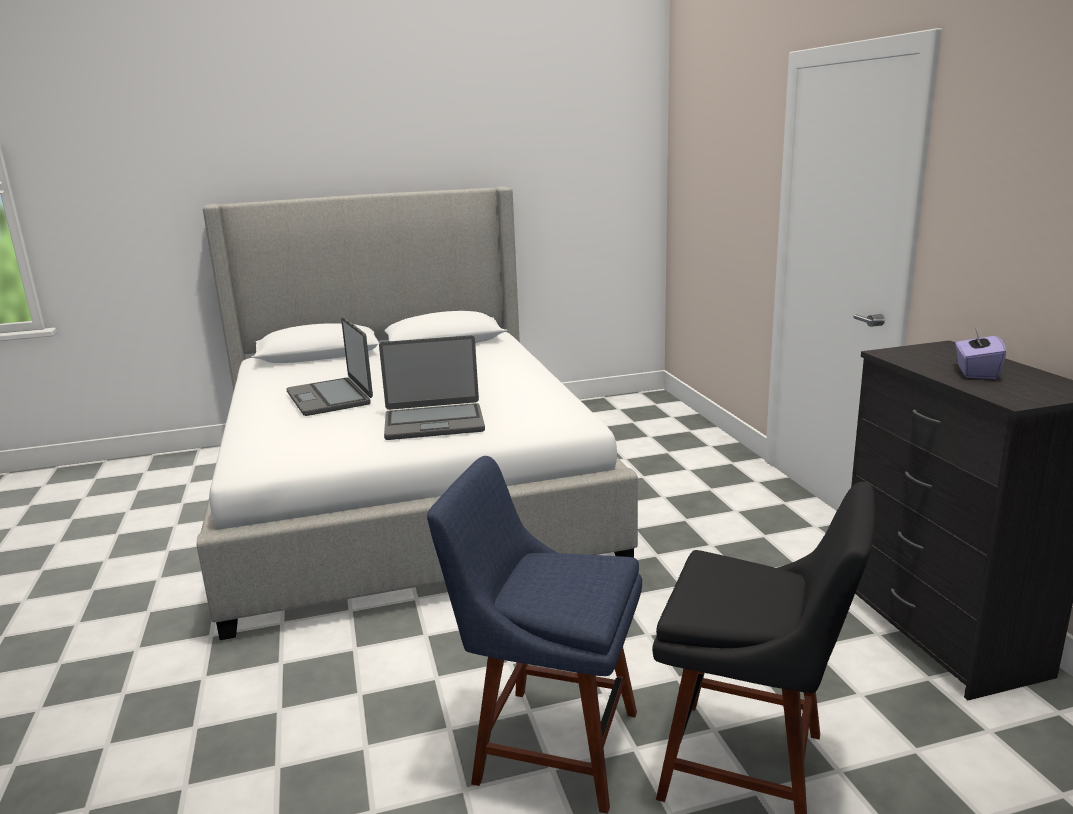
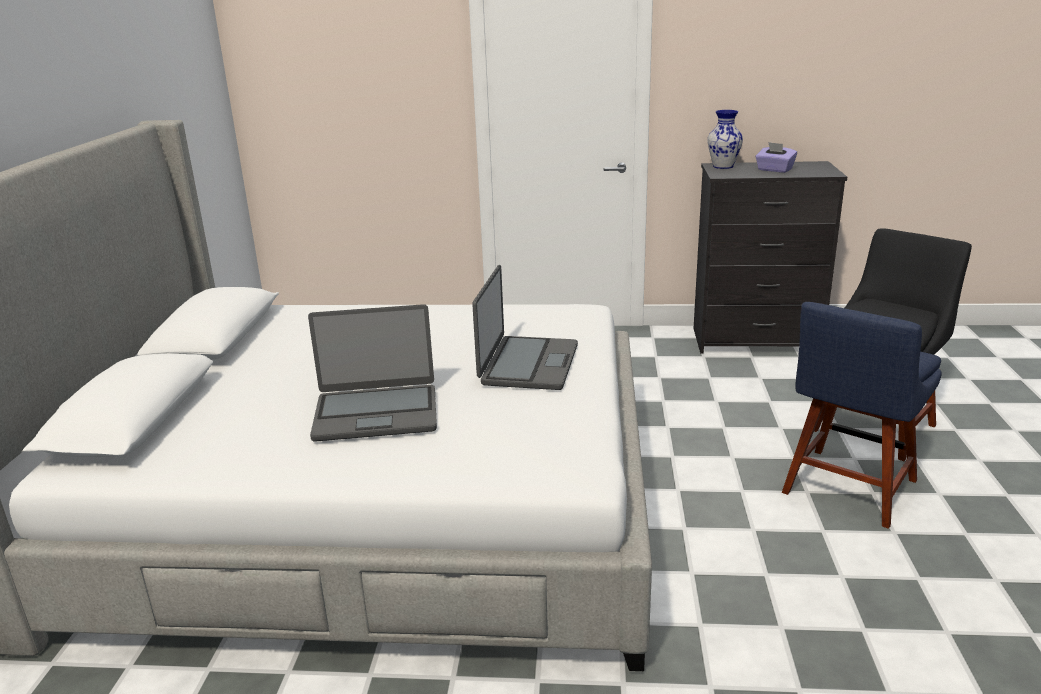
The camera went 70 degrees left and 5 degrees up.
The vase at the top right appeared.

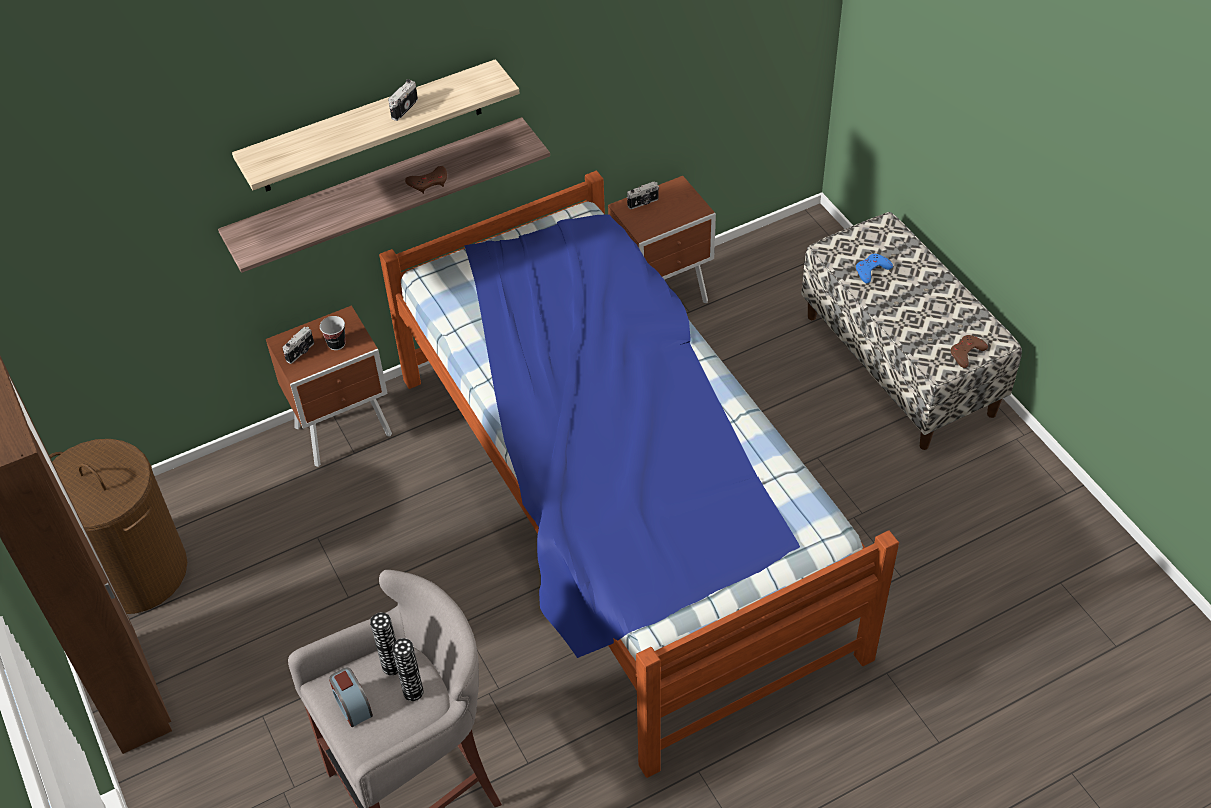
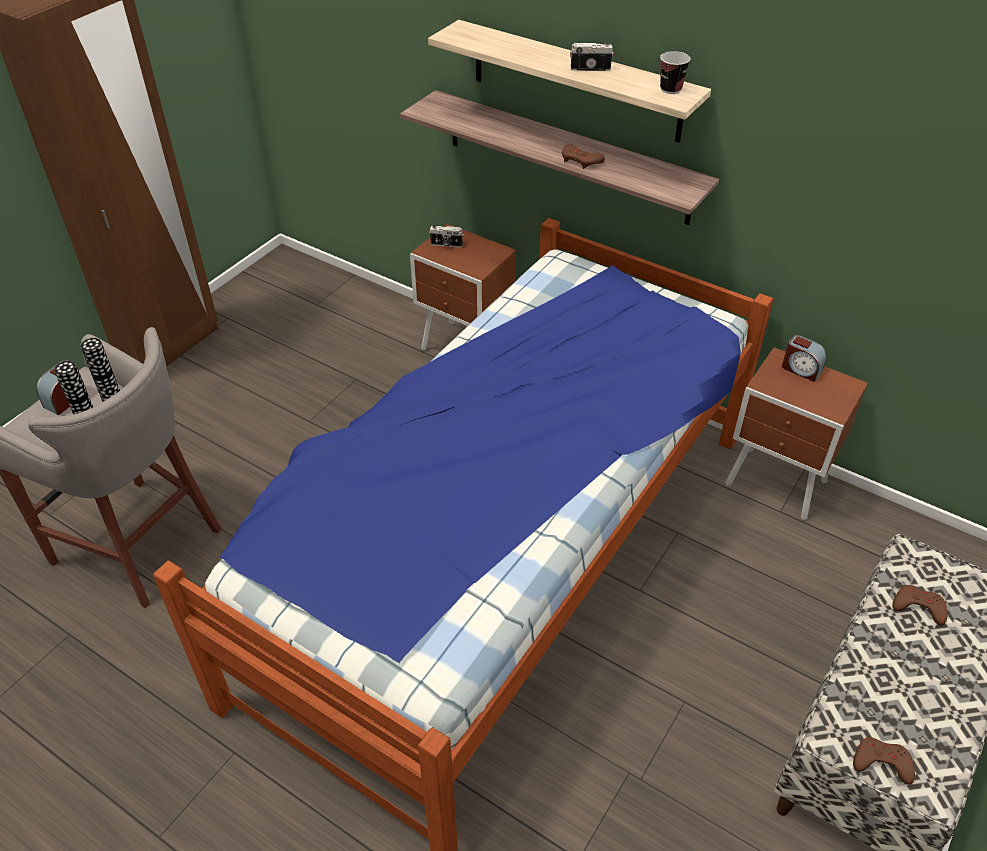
The camera went 60 degrees right and 5 degrees down.
The washing basket/brown-coloured at the middle left disappeared.
The cup moved from the middle left to the top right.
The photo camera (no. 3 from left) at the top centre was replaced by the alarm clock (no. 2 from left) at the middle right.
The joypad/blue-coloured at the top right became the joypad/brown-coloured (no. 3 from left) at the bottom right.

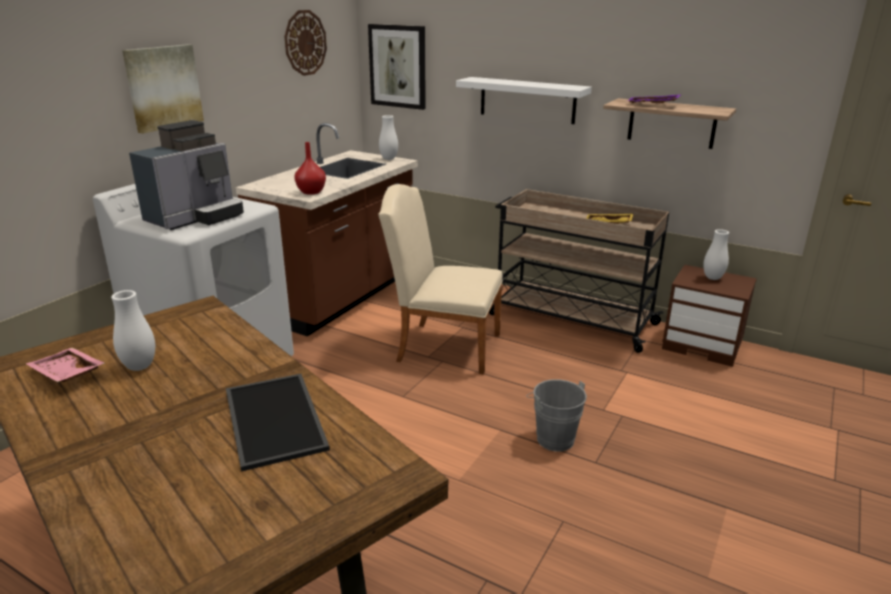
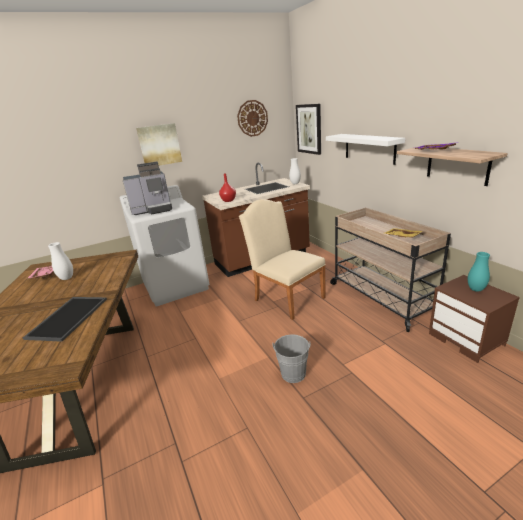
The camera went 35 degrees right and 0 degrees up.
The vase/white-coloured (no. 3 from left) at the middle right became the vase/blue-green at the middle right.

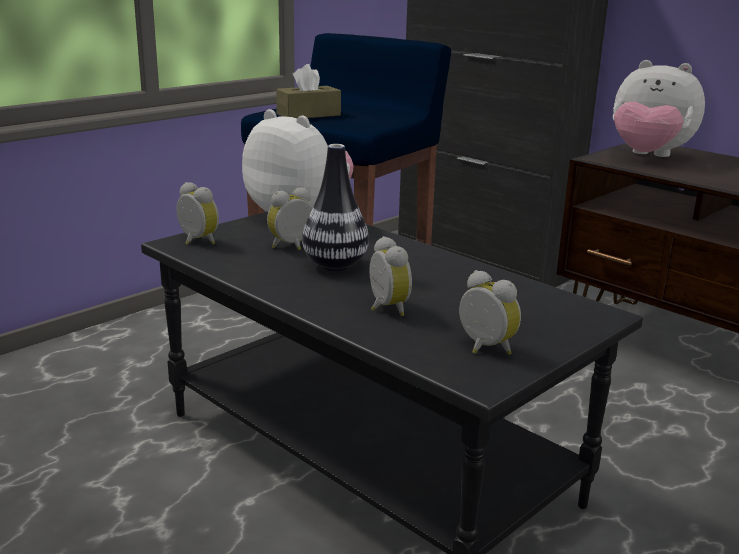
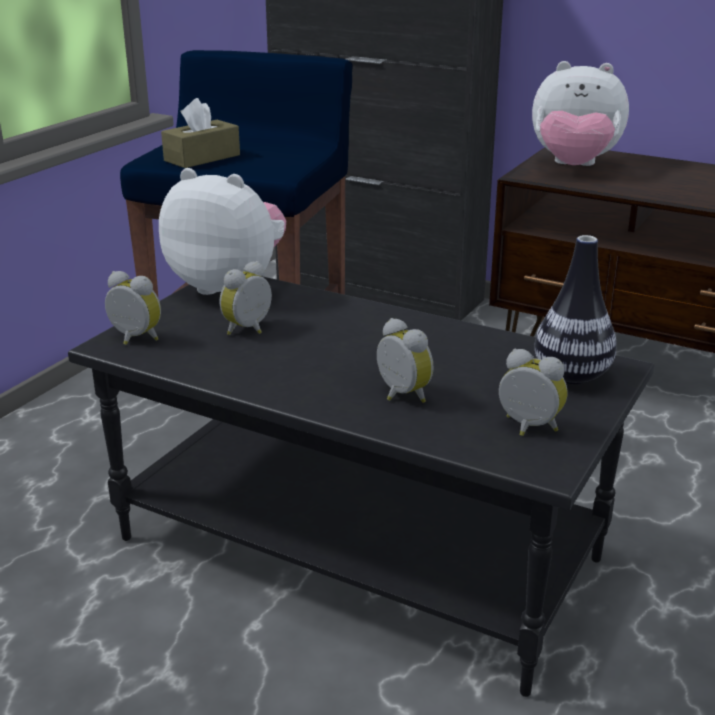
The camera went 15 degrees left and 5 degrees up.
The vase moved from the centre to the middle right.

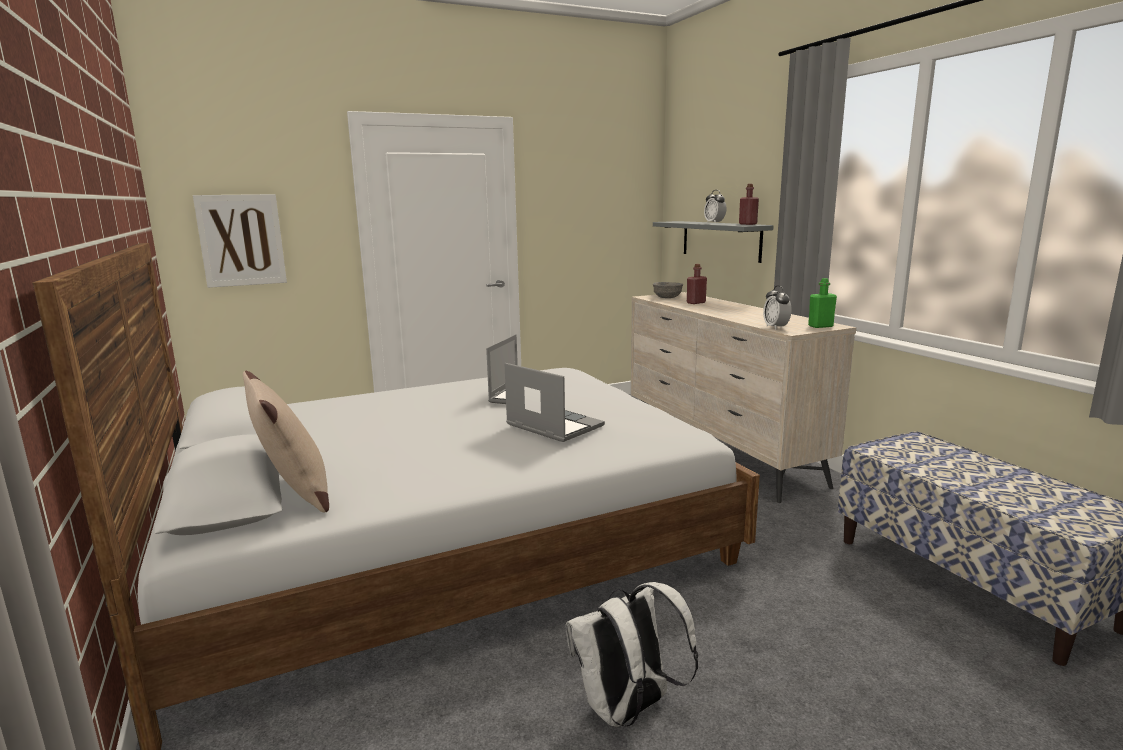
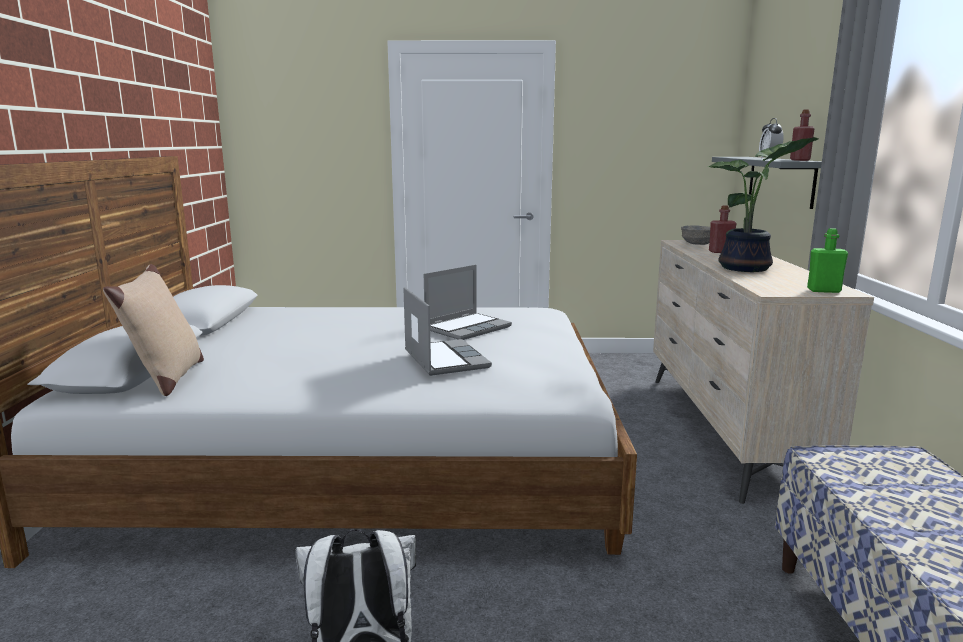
The camera went 25 degrees right and 0 degrees up.
The wall picture at the top left disappeared.
The alarm clock (no. 2 from left) at the middle right disappeared.
The plant in a pot at the top right appeared.

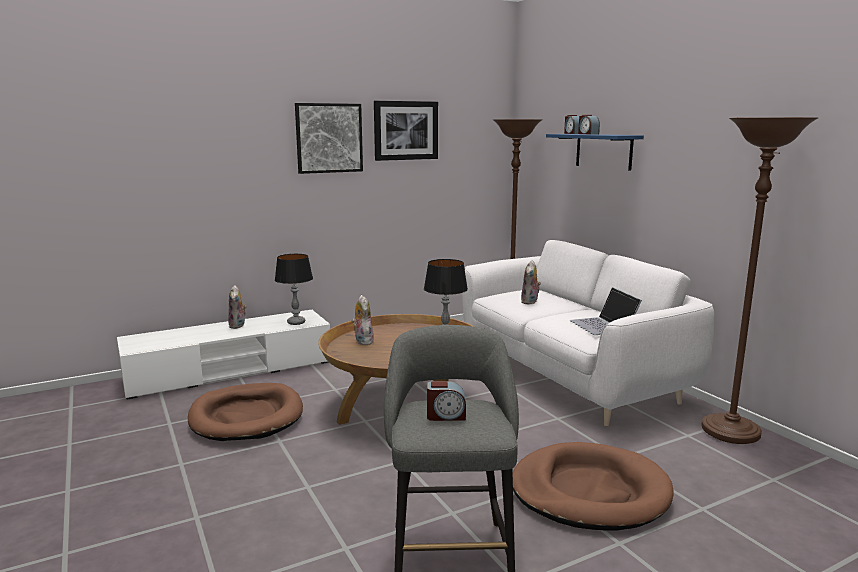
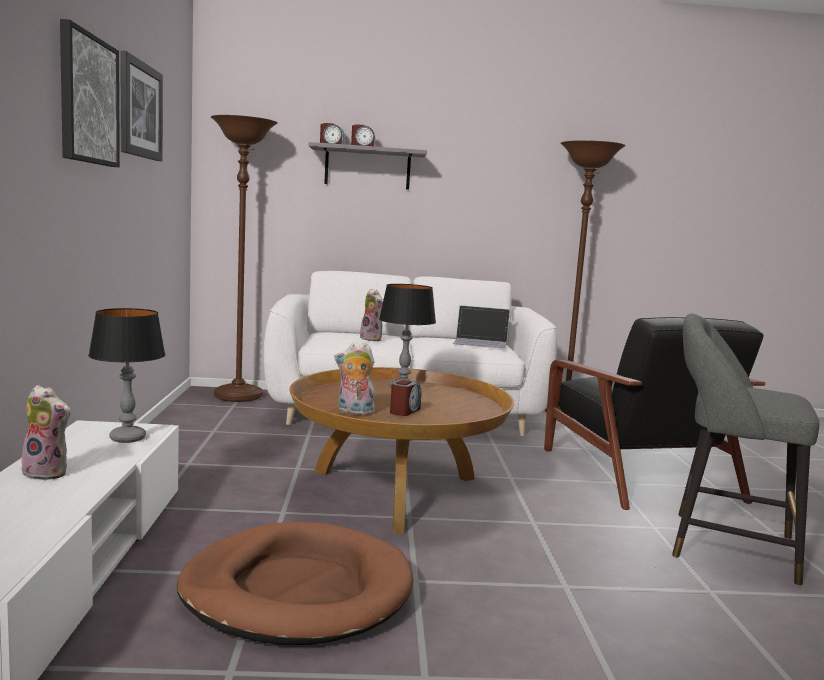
The camera went 65 degrees left and 5 degrees down.
The alarm clock (no. 1 from left in the first image) moved from the bottom centre to the centre.
The pet bed/brown-coloured (no. 2 from left) at the bottom right was replaced by the lounge chair/black-coloured at the middle right.
The bracket shelf/blue-coloured at the top right became the bracket shelf/grey at the top centre.

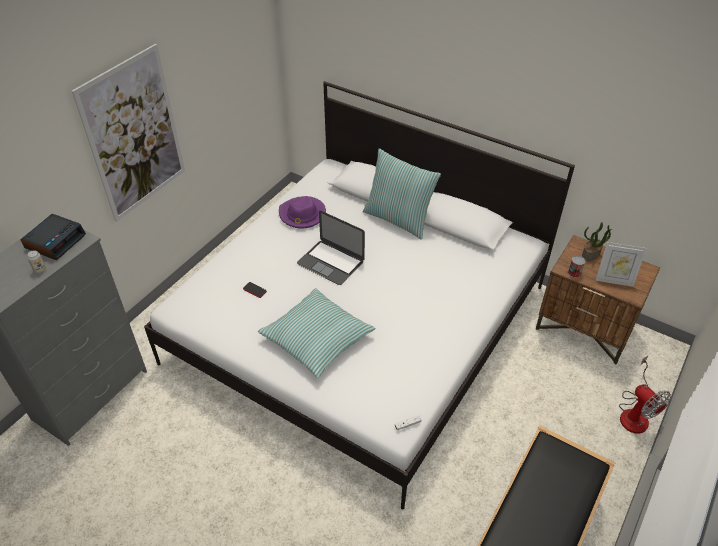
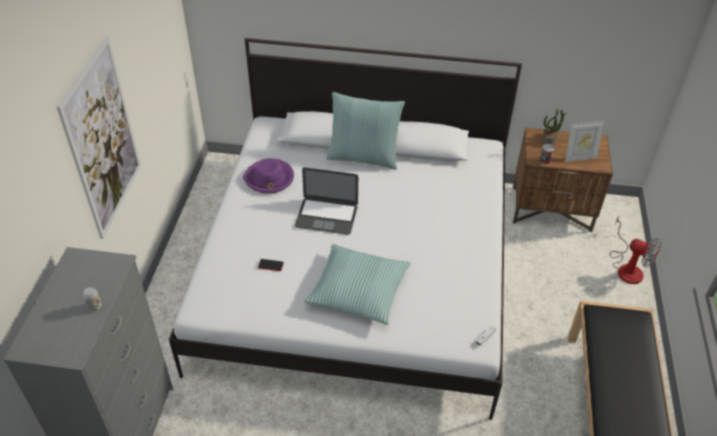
The camera went 25 degrees left and 0 degrees up.
The alarm clock at the middle left disappeared.

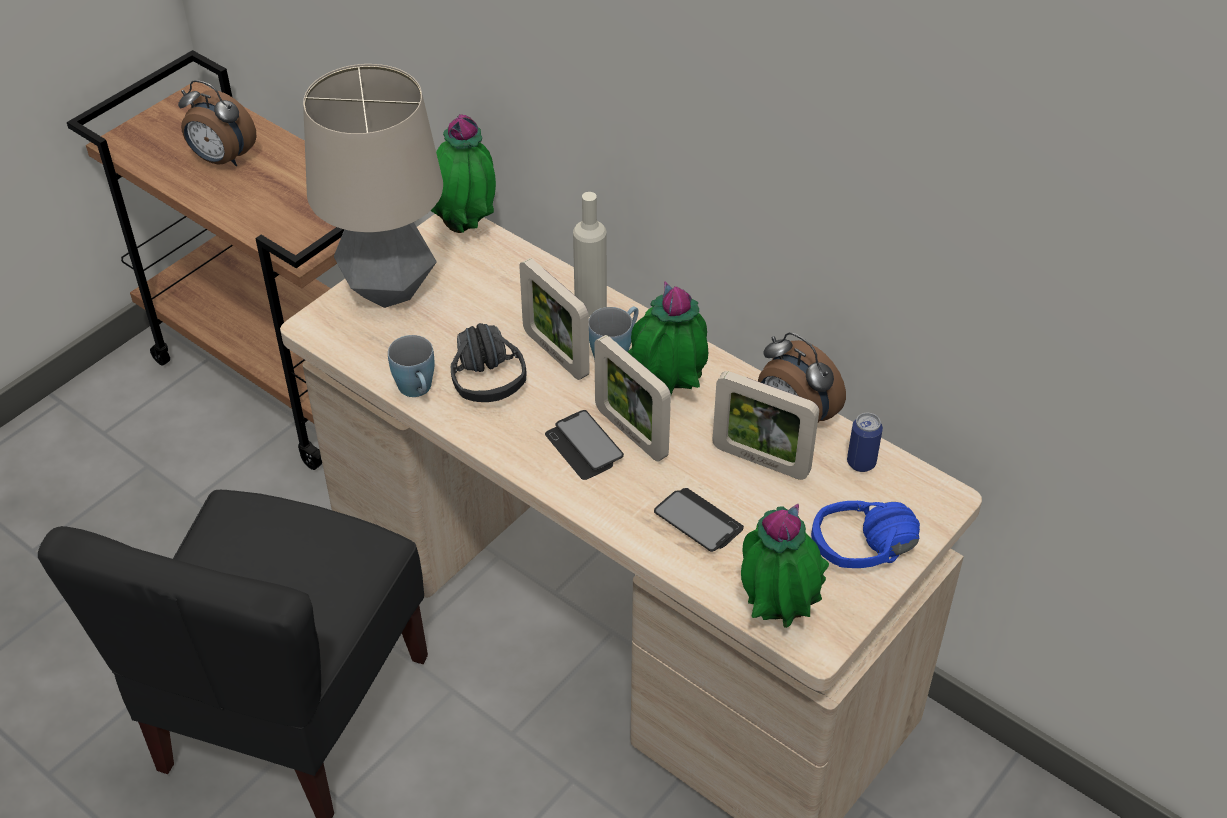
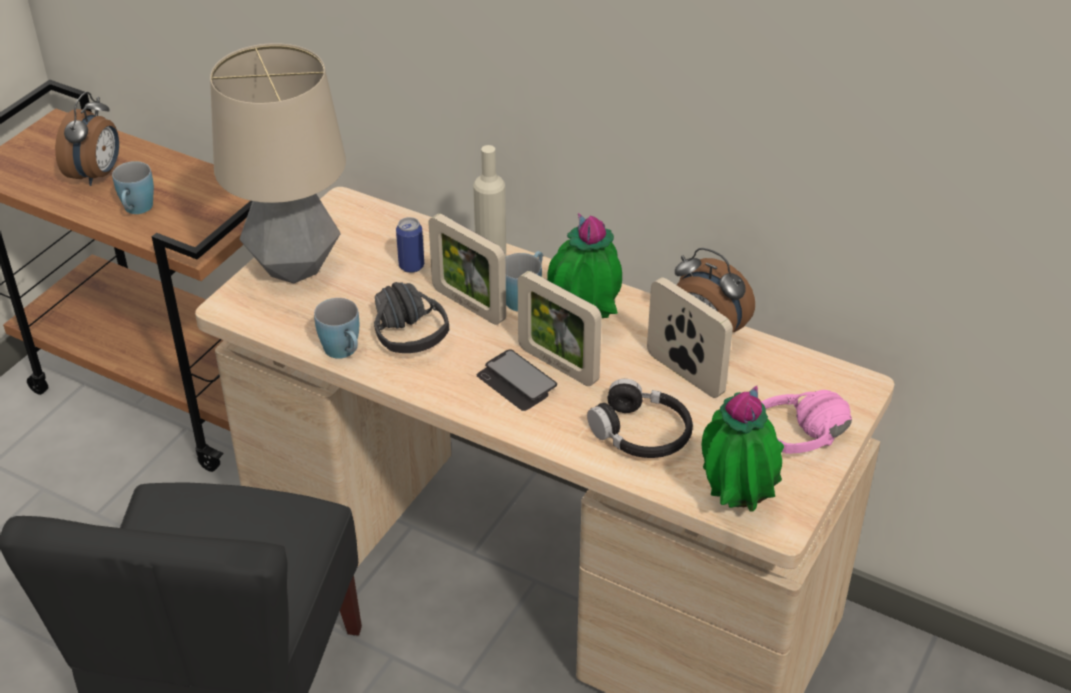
The camera went 10 degrees left and 5 degrees down.
The alarm clock (no. 1 from left) at the top left turned 90 degrees counterclockwise.
The plant in a pot (no. 1 from left) at the top centre disappeared.
The telephone (no. 2 from left) at the centre was replaced by the headphones/black-coloured (no. 2 from left) at the centre.
The standing frame (no. 3 from left) at the centre turned 150 degrees counterclockwise.
The headphones/blue-coloured at the middle right became the headphones/pink at the middle right.
The can moved from the middle right to the centre.
The mug/blue-coloured (no. 1 from left) at the top left appeared.

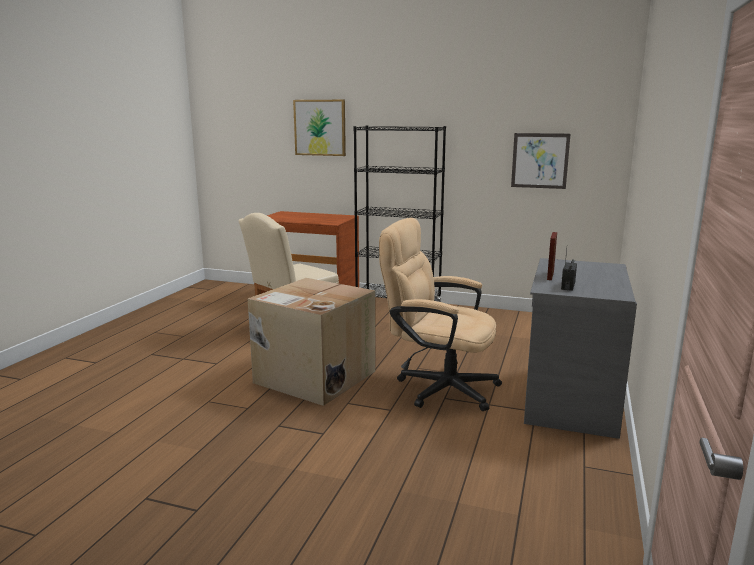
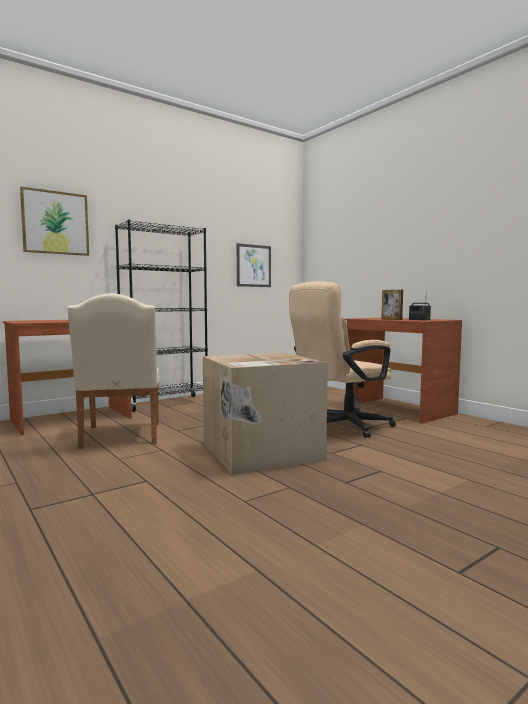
The camera went 55 degrees left and 10 degrees down.
The desk/grey at the middle right became the desk/brown-coloured (no. 2 from left) at the middle right.

